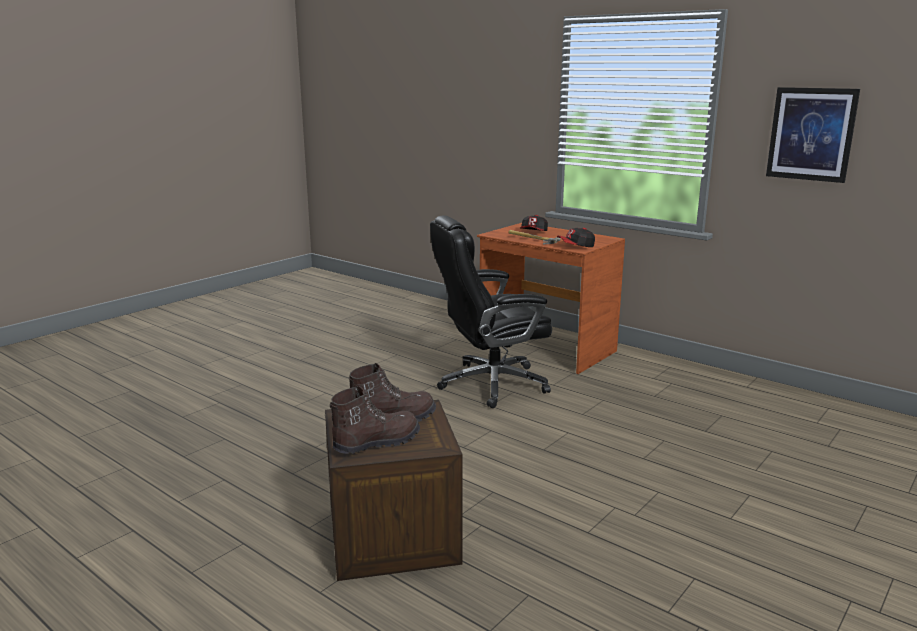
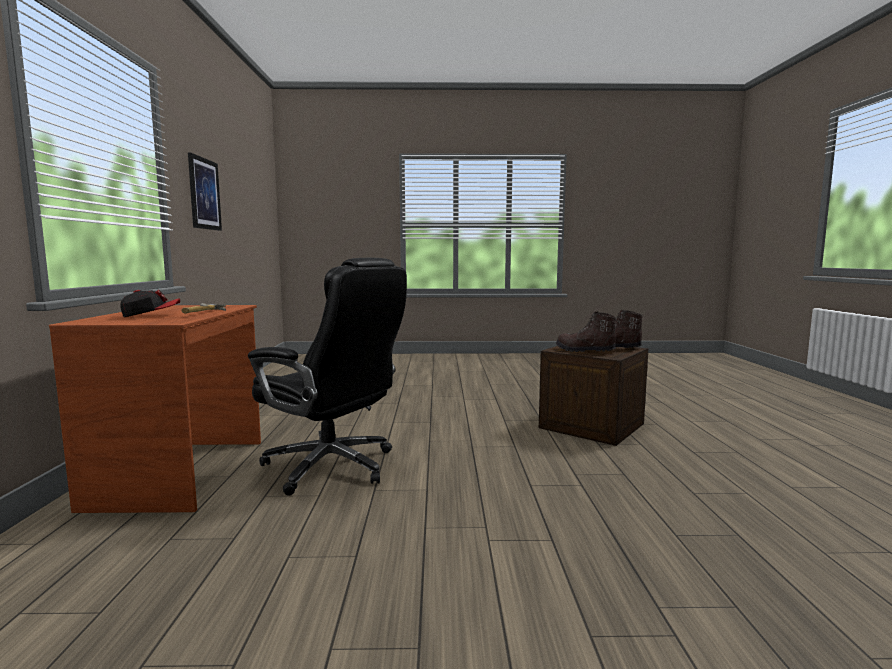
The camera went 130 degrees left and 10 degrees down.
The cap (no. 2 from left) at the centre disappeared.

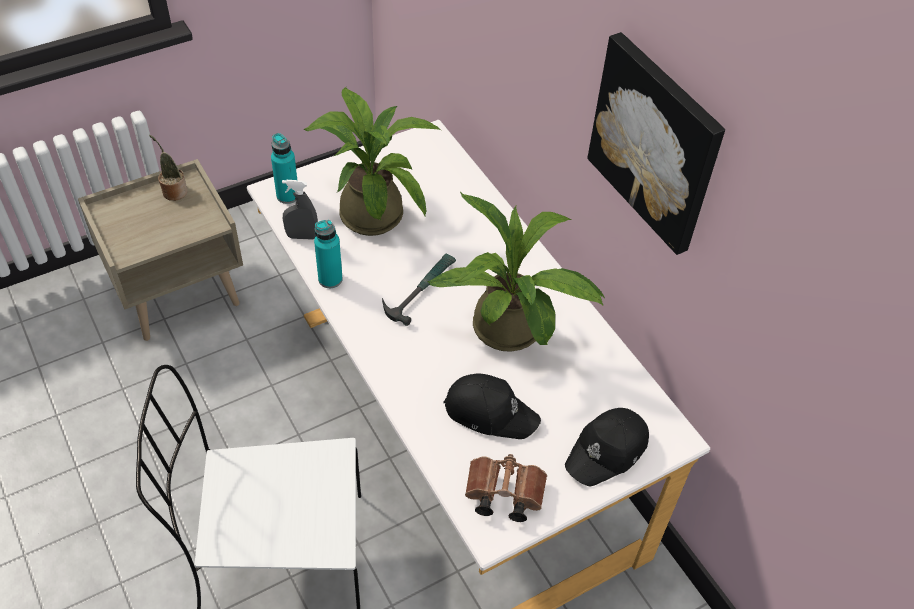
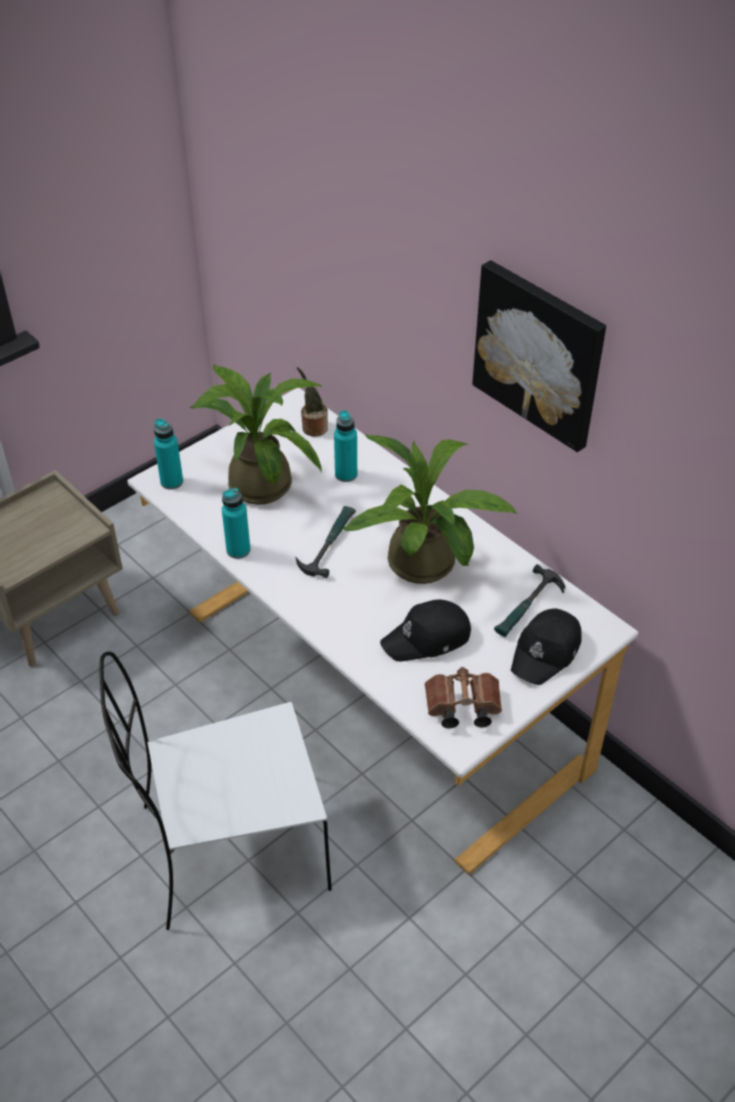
The camera went 10 degrees left and 5 degrees down.
The plant in a pot (no. 1 from left in the first image) moved from the top left to the centre.
The hand sprayer/grey at the middle left disappeared.
The cap/black-coloured (no. 1 from left) at the bottom centre turned 150 degrees clockwise.
The drink bottle/blue-green (no. 3 from left) at the centre appeared.
The hammer (no. 2 from left) at the middle right appeared.

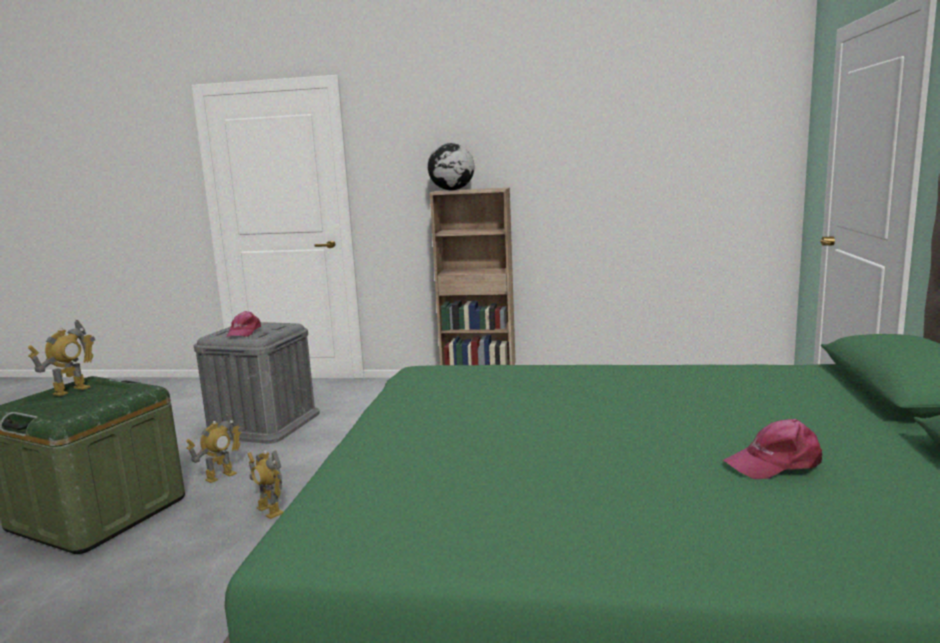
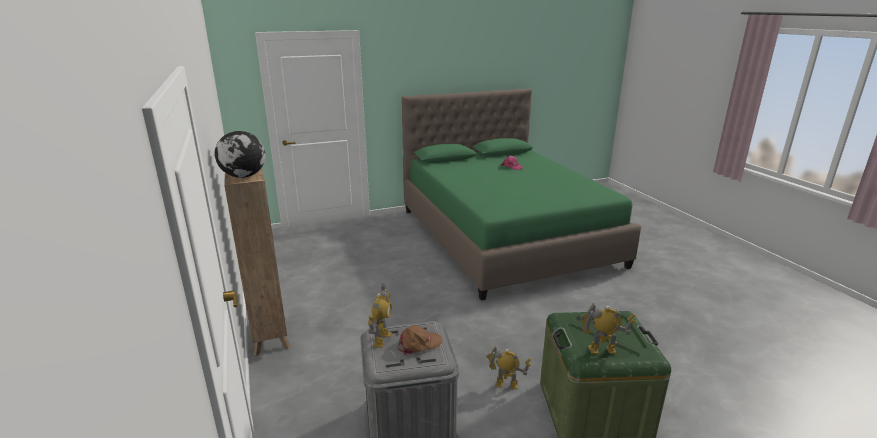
The camera went 120 degrees left and 10 degrees up.
The cap/pink (no. 1 from left) at the middle left became the cap/brown-coloured at the bottom centre.
The robot figure (no. 3 from left in the first image) moved from the bottom left to the bottom centre.

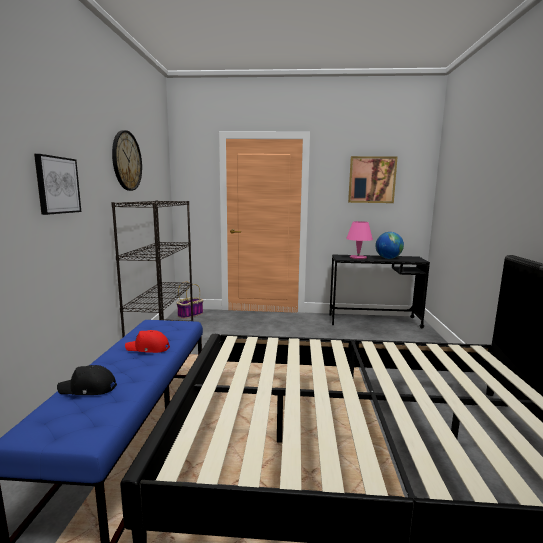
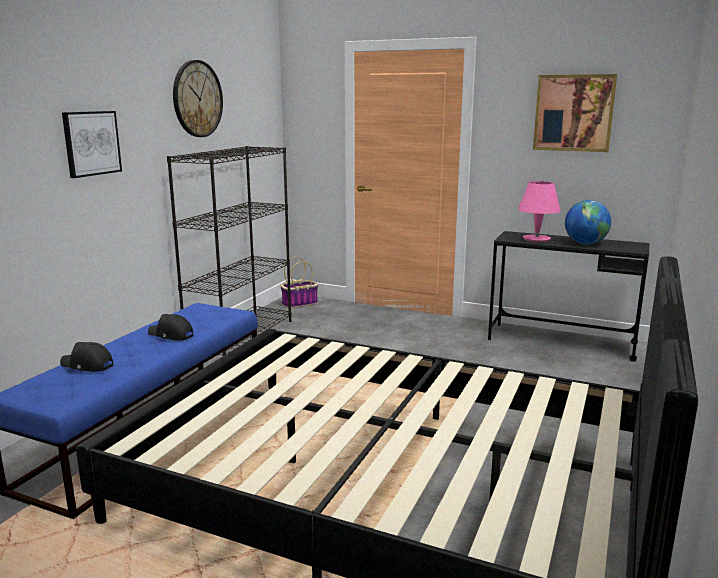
The camera went 20 degrees right and 5 degrees up.
The cap/red at the middle left became the cap/black-coloured (no. 2 from left) at the middle left.

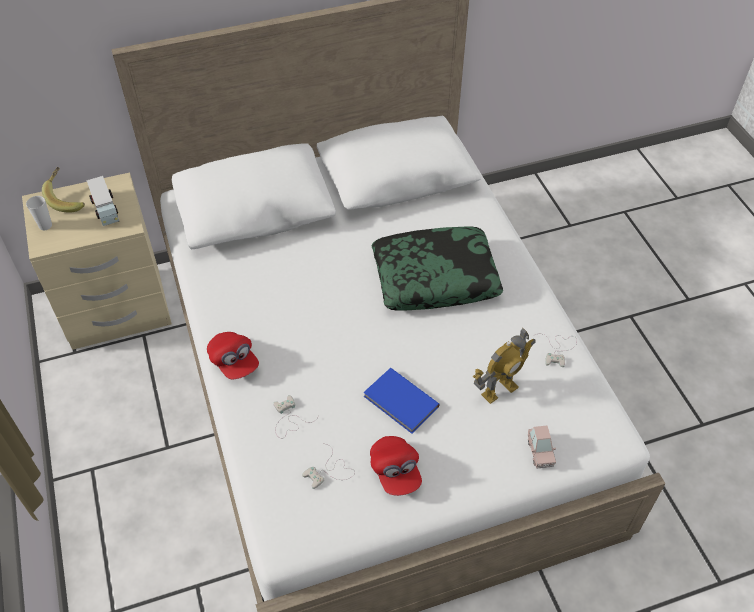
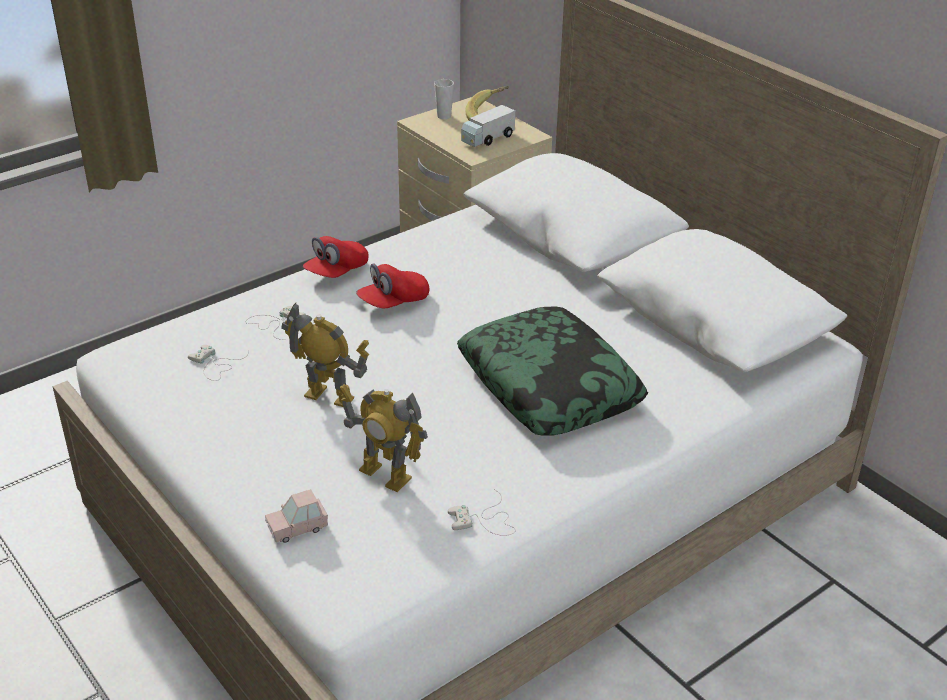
The camera went 70 degrees right and 15 degrees down.
The book/blue-coloured at the centre was replaced by the robot figure (no. 1 from left) at the centre.
The cap/red (no. 2 from left) moved from the bottom centre to the centre.

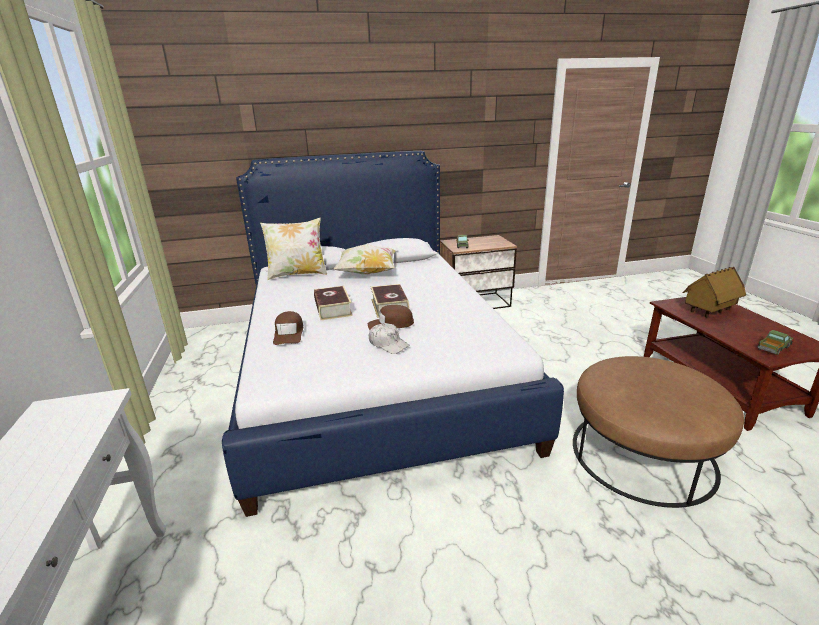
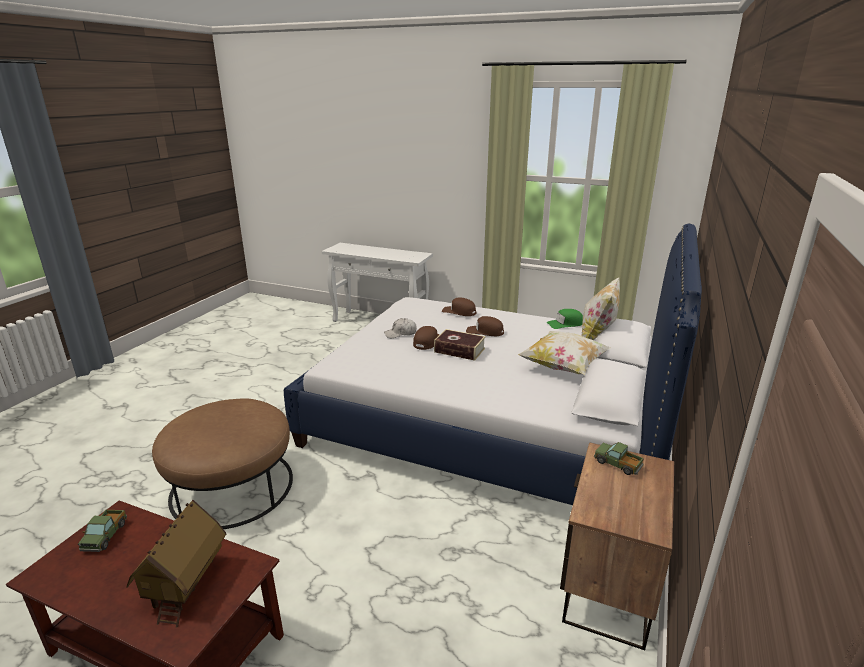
The camera went 125 degrees right and 0 degrees up.
The book (no. 1 from left) at the centre was replaced by the cap/brown-coloured (no. 3 from left) at the centre.
The cap/greenish at the centre appeared.

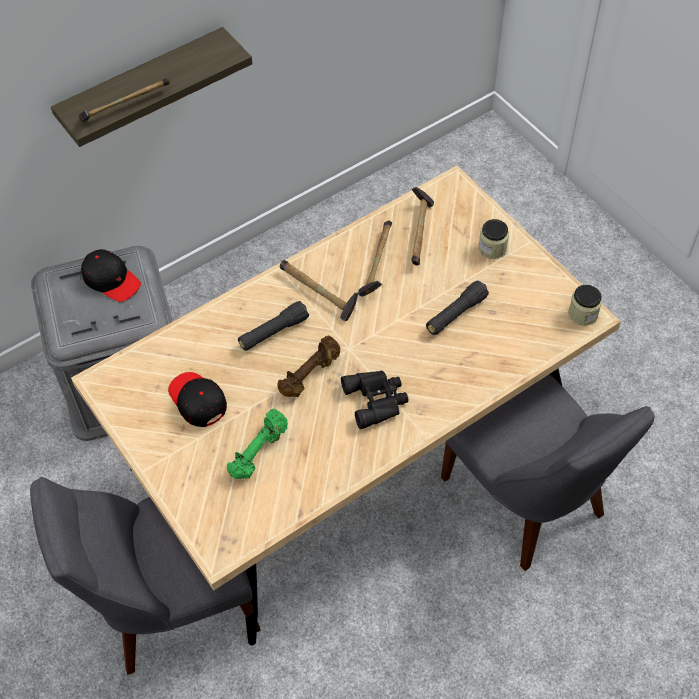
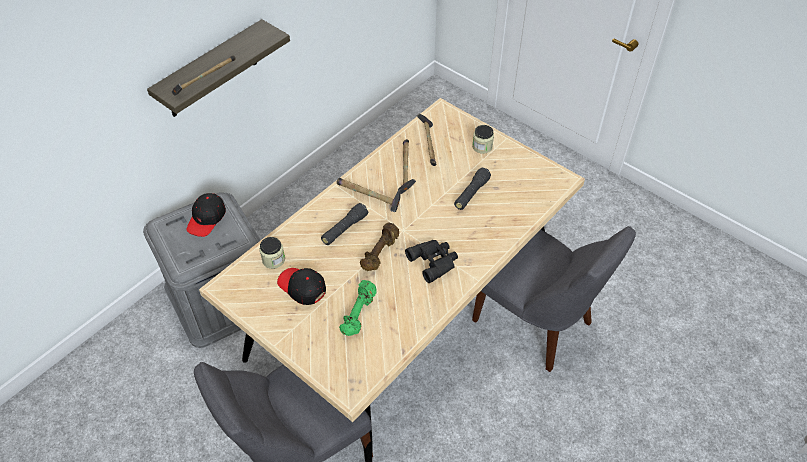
The camera went 15 degrees left and 5 degrees down.
The cap/black-coloured (no. 1 from left) at the middle left turned 90 degrees clockwise.
The storage jar (no. 2 from left in the first image) moved from the middle right to the centre.

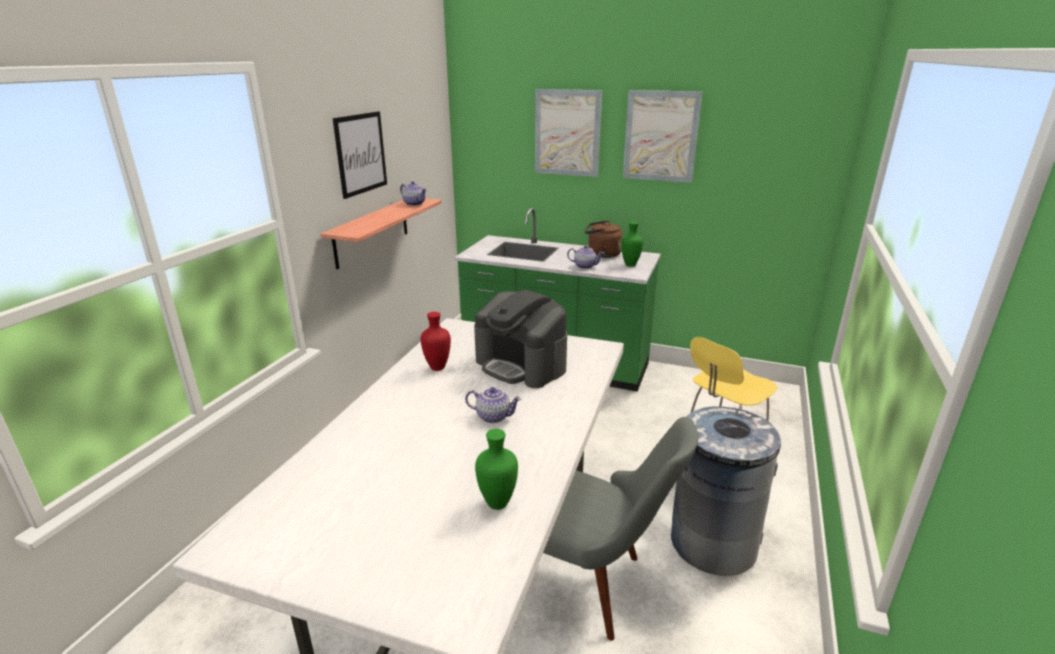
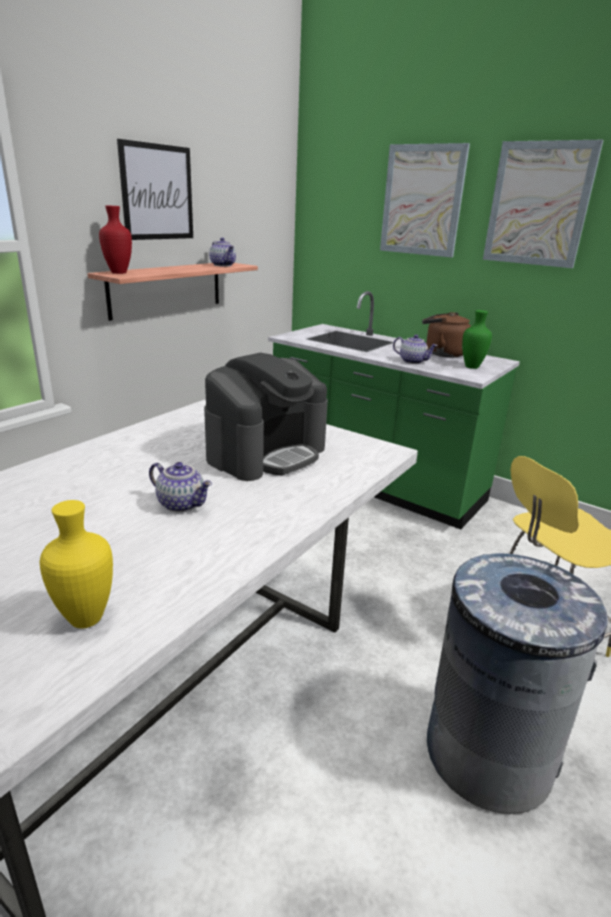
The camera went 15 degrees right and 0 degrees up.
The vase/red moved from the centre to the top left.
The coffee machine at the centre turned 105 degrees counterclockwise.
The vase/greenish (no. 1 from left) at the bottom centre became the vase/yellow-coloured at the middle left.
The upright chair/grey at the bottom centre disappeared.

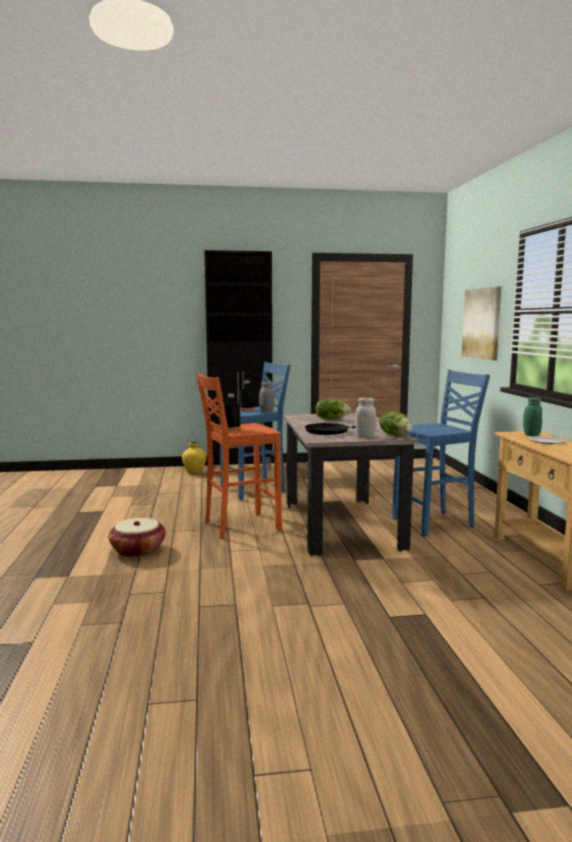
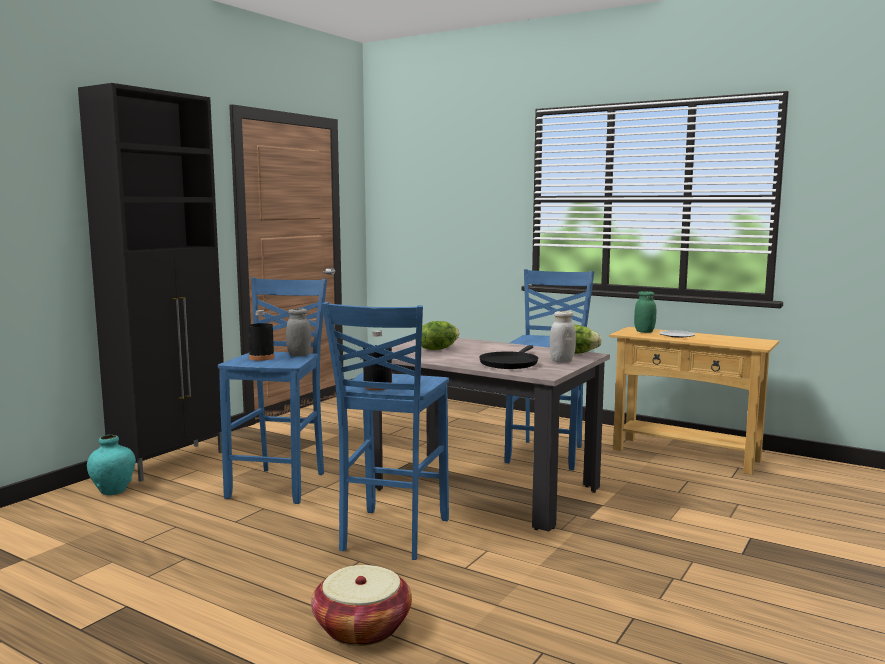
The camera went 50 degrees left and 0 degrees up.
The vase/yellow-coloured at the centre became the vase/blue-green at the bottom left.
The stool seat/orangey at the centre became the stool seat/blue-coloured (no. 2 from left) at the centre.
The wall picture at the middle right disappeared.

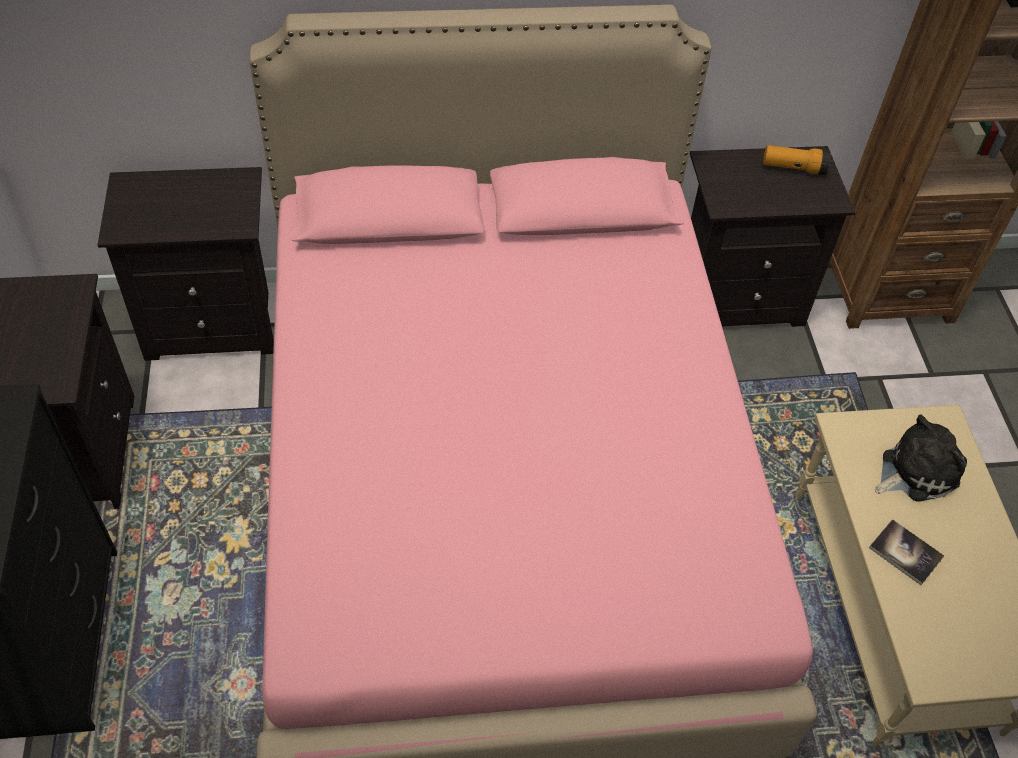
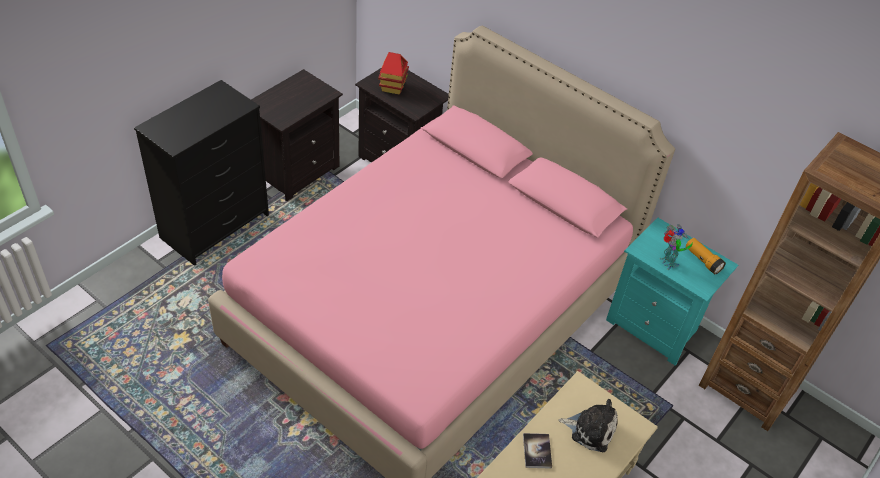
The camera went 45 degrees right and 5 degrees down.
The bedside table/black-coloured (no. 3 from left) at the top right became the bedside table/blue-green at the middle right.
The toy house at the top centre appeared.
The robot figure at the middle right appeared.

